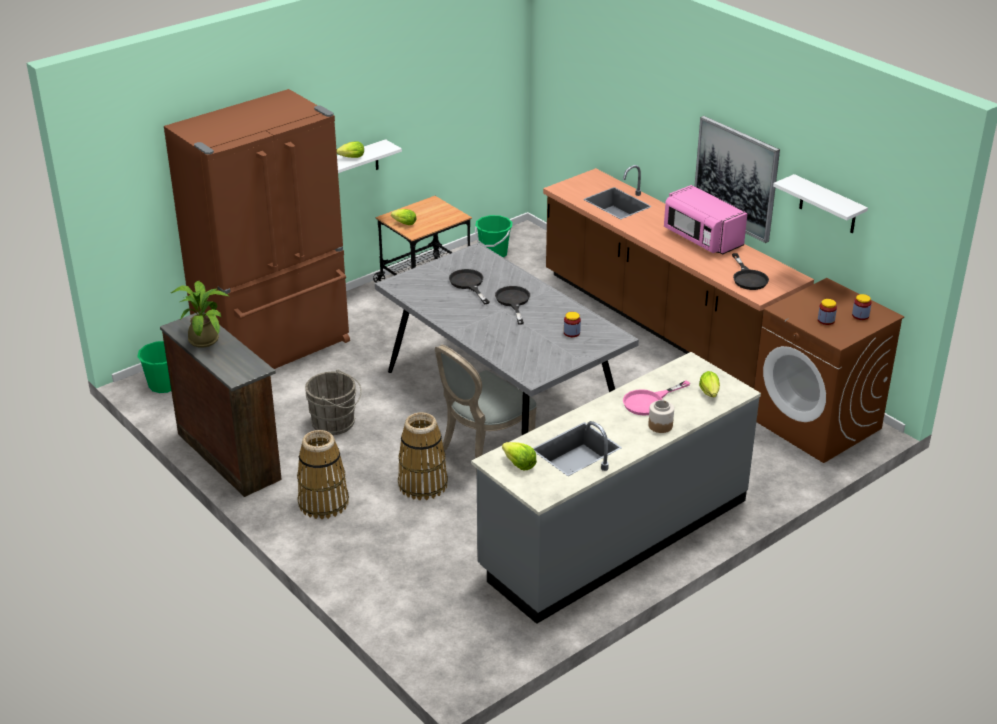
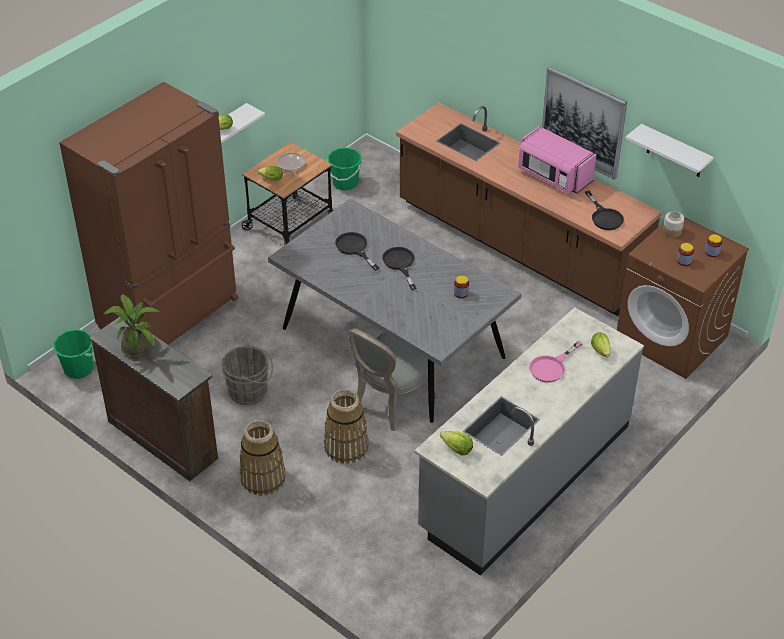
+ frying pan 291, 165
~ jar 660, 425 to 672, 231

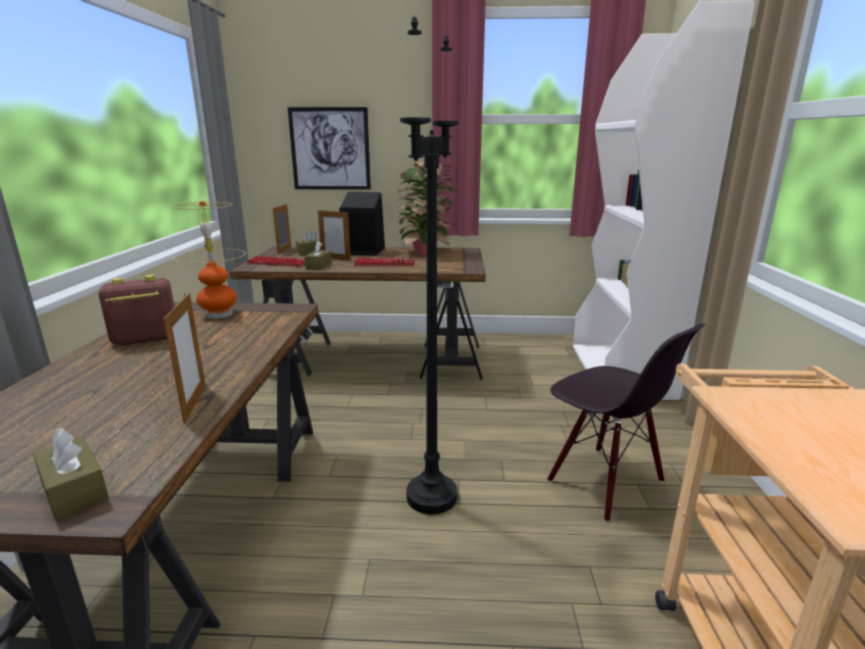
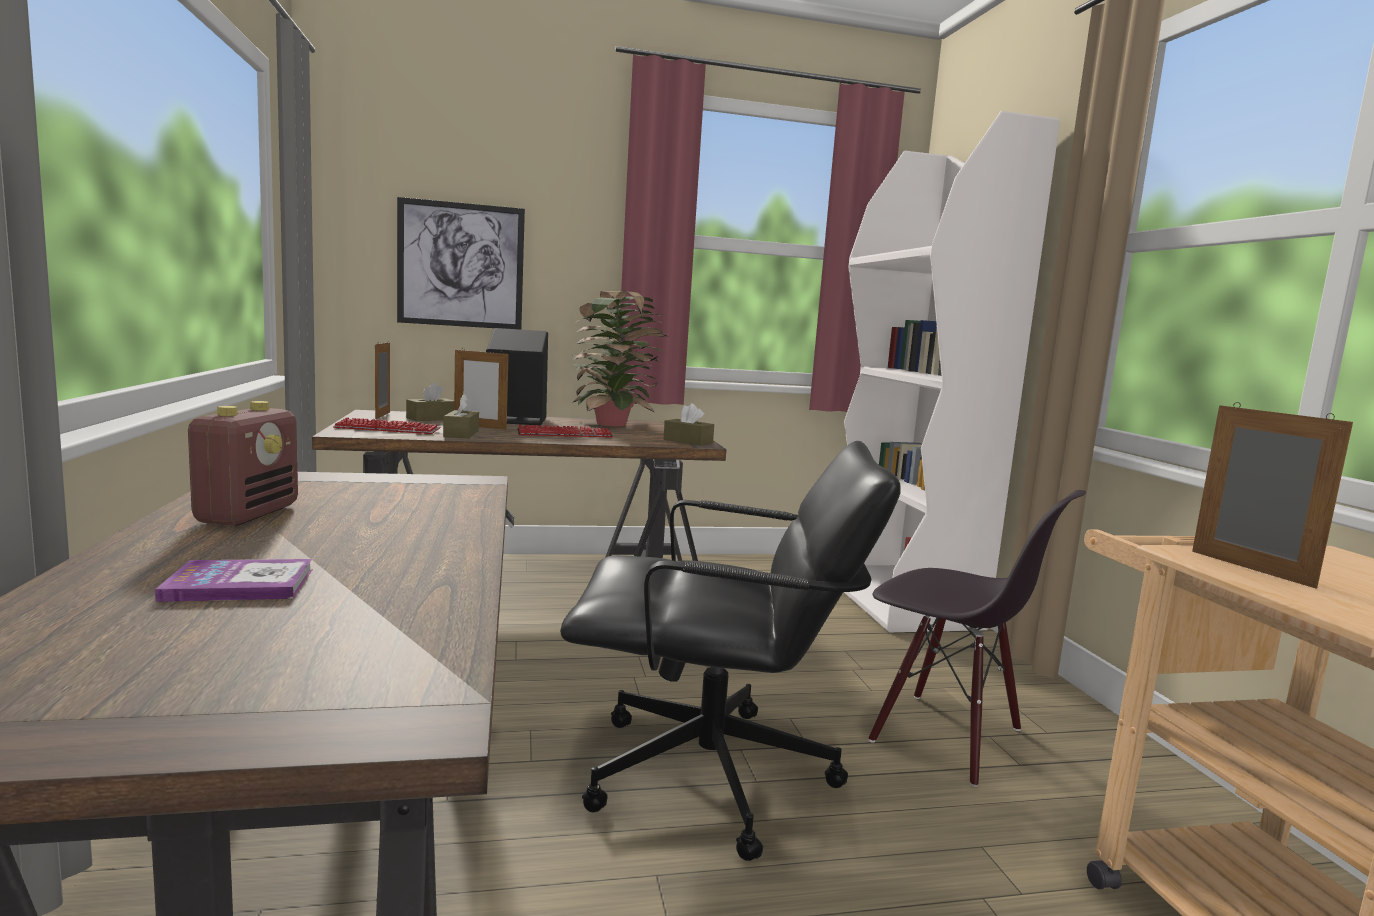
- table lamp 218, 314
+ book 239, 584
~ brown tissue box 74, 490 to 688, 441
~ picture frame 195, 403 to 1250, 568
~ black floor lamp 432, 497 to black office chair 712, 777
~ radio 145, 339 = 248, 514 135 degrees clockwise

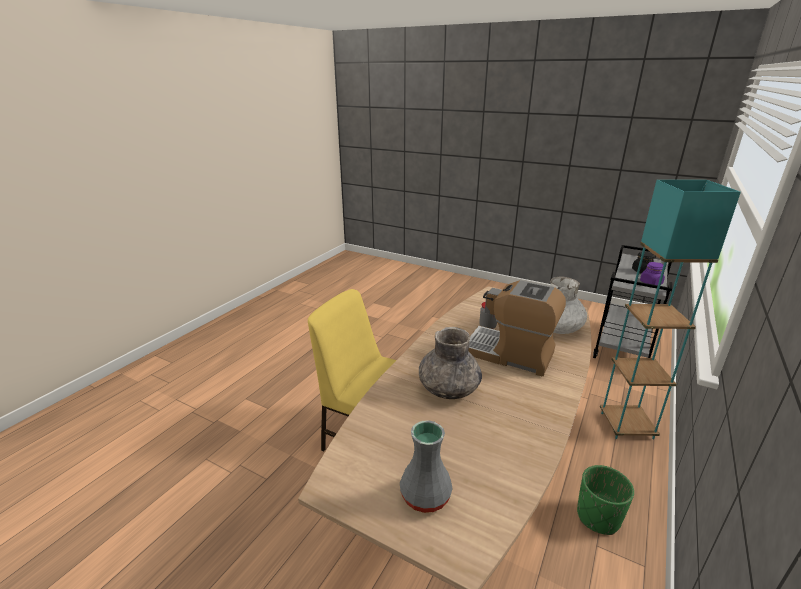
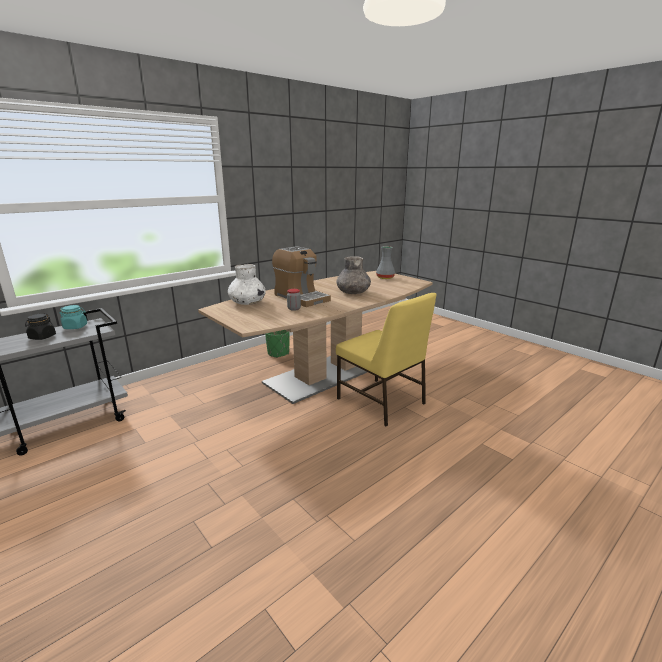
- turquoise floor lamp 626, 425
~ purple jar 650, 283 to turquoise jar 75, 327

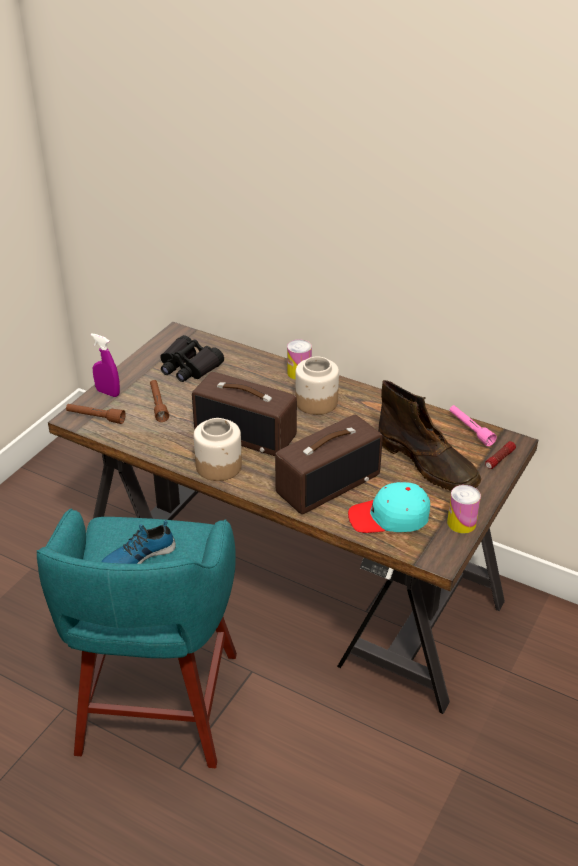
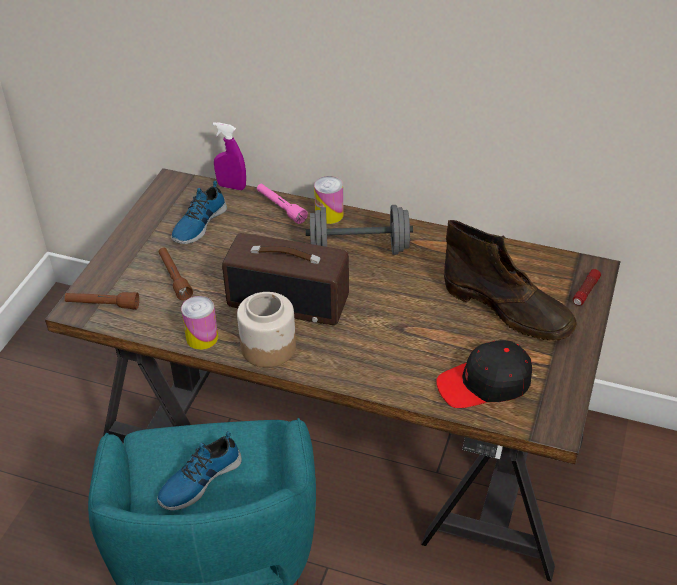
- radio 328, 483
~ purple spray bottle 108, 393 to 231, 186
~ can 461, 523 to 202, 338
~ pink flashlight 470, 429 to 280, 207
~ black binoculars 189, 367 to shoe 198, 224
~ jar 316, 402 to grey dumbbell 359, 249
~ turquoise cap 389, 517 to black cap 484, 384

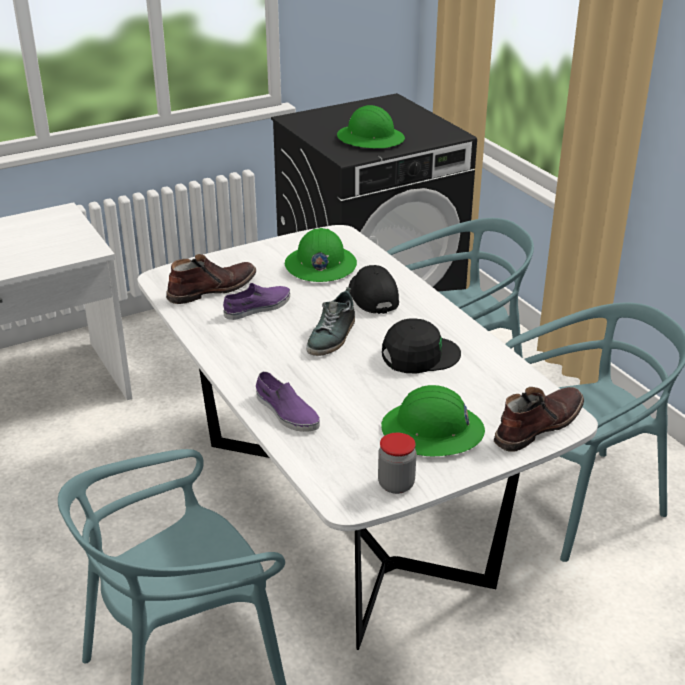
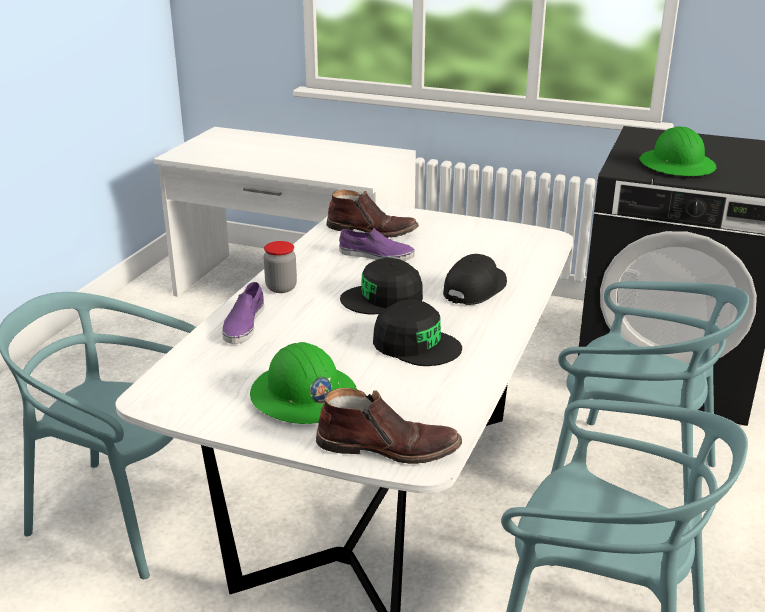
- green hard hat 320, 266
~ jar 396, 484 to 281, 288
~ shoe 332, 336 to black cap 383, 298

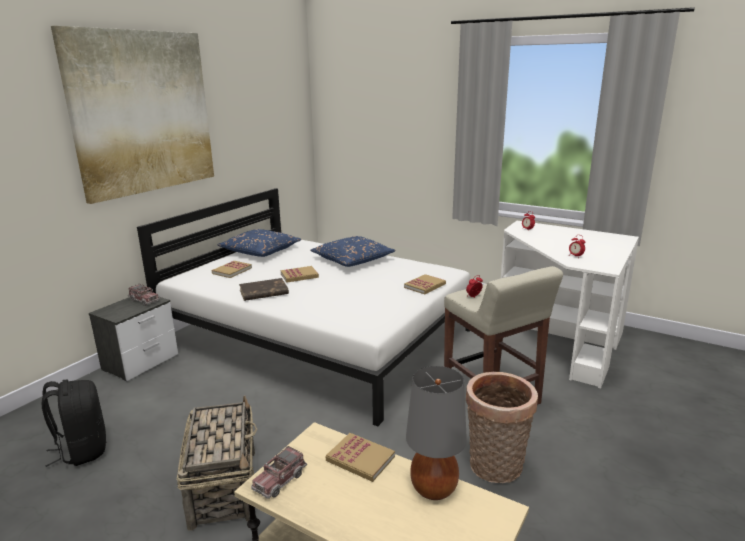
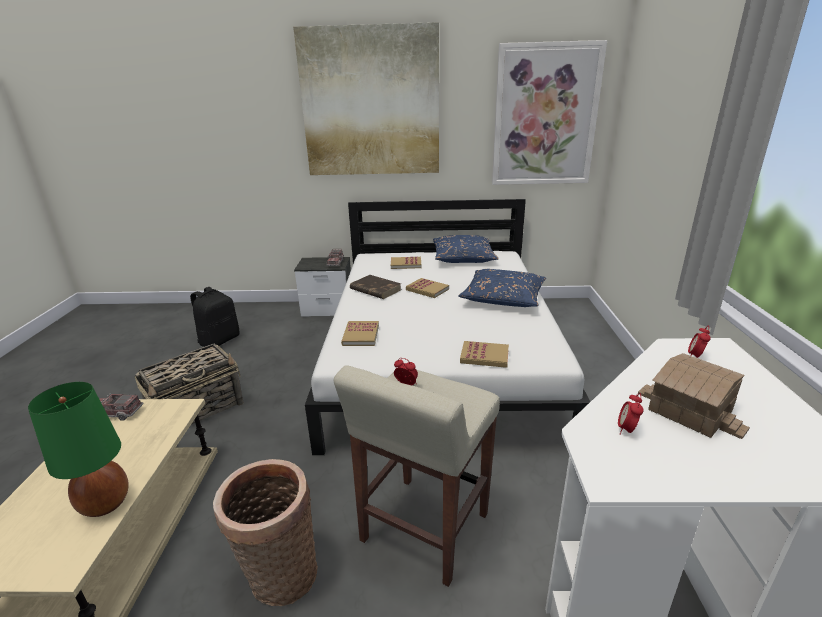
+ picture 545, 116
+ toy house 689, 411
~ book 360, 459 to 361, 335
~ grey table lamp 434, 489 to green table lamp 104, 504

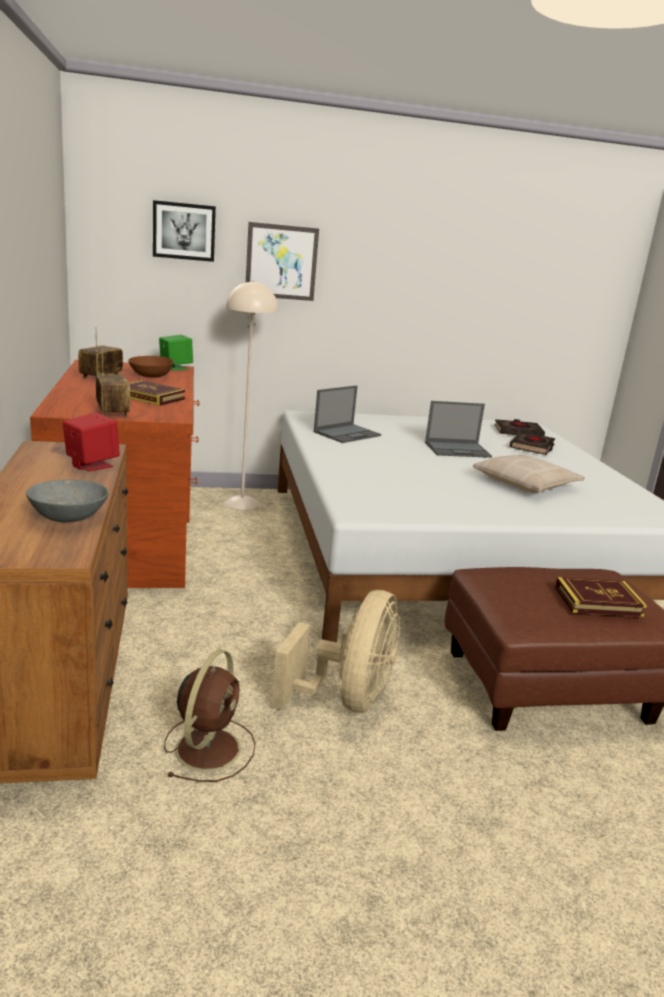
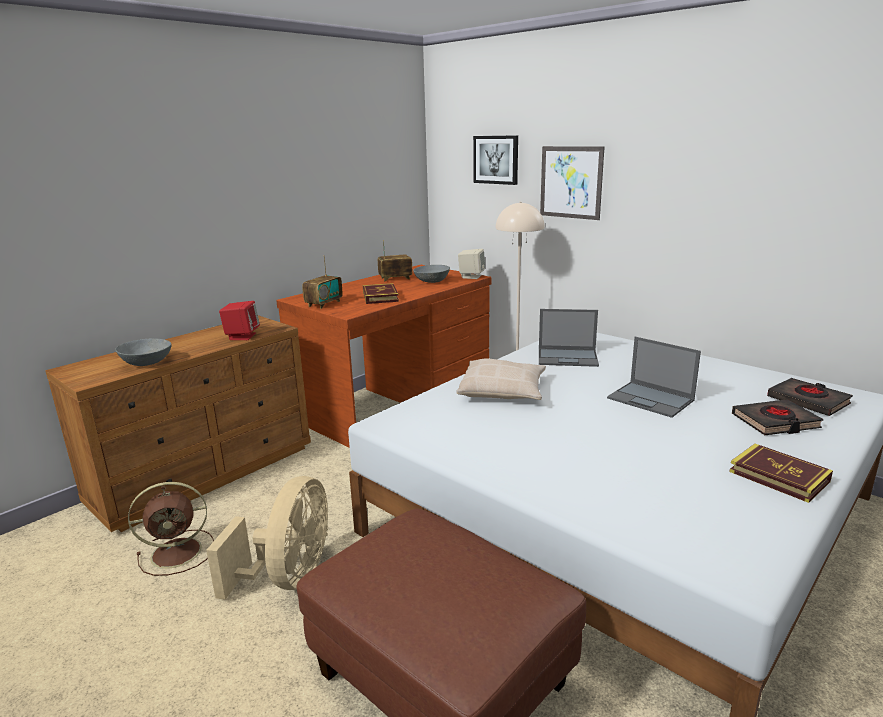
~ beige pillow 526, 483 to 503, 390
~ book 598, 601 to 779, 476
~ brown bowl 151, 376 to grey bowl 432, 281
~ green speaker 175, 368 to beige speaker 471, 276
~ beige fan 347, 699 = 289, 577 60 degrees counterclockwise

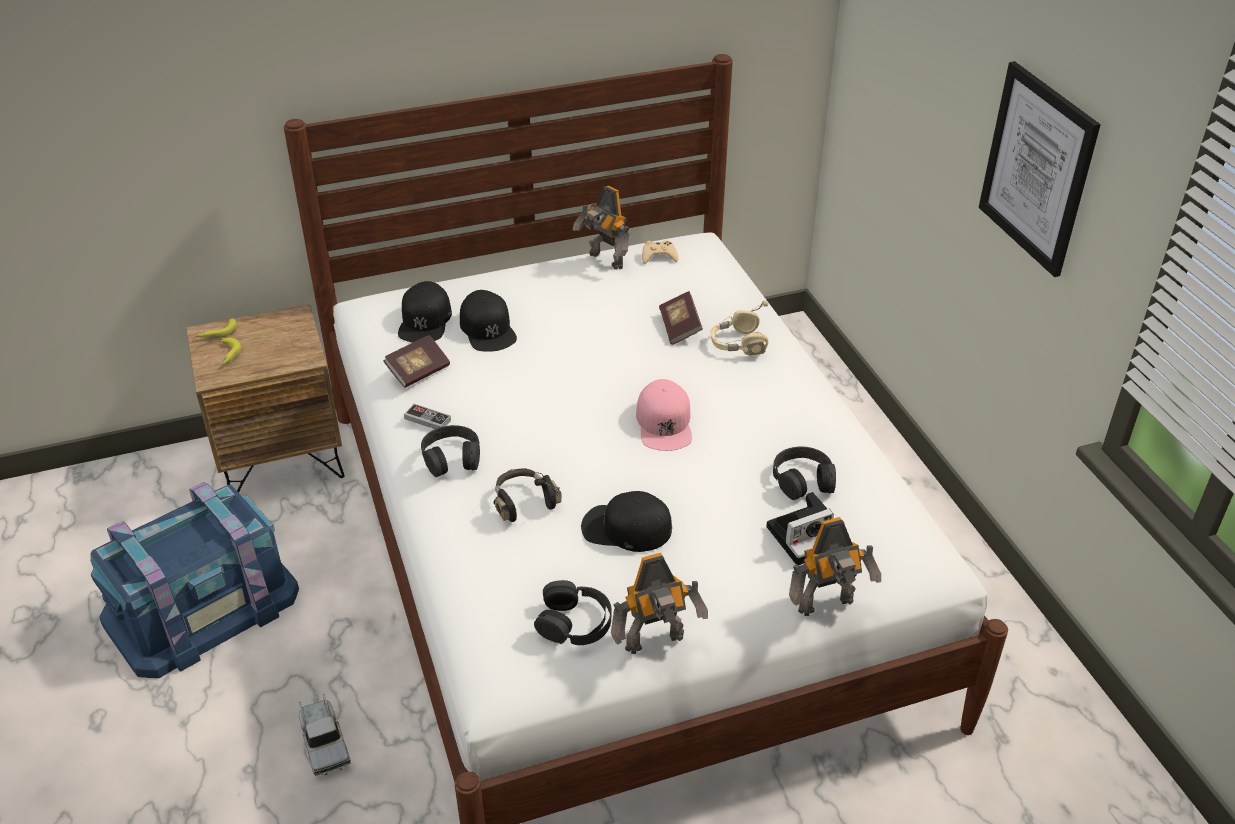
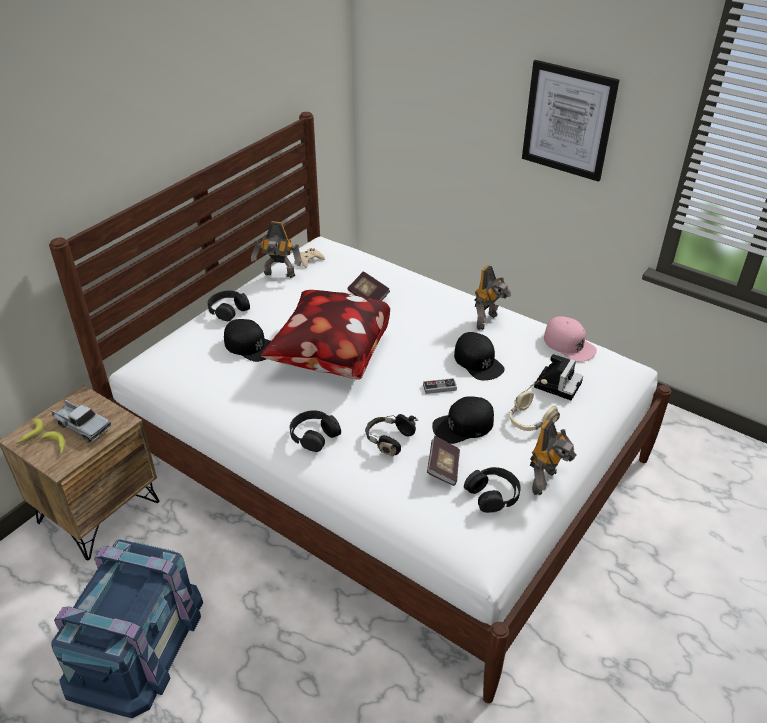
+ pillow 329, 357
~ toy truck 324, 742 to 82, 426
~ book 418, 371 to 443, 468
~ black cap 425, 320 to 478, 361
~ game controller 427, 419 to 439, 387
~ pink cap 664, 423 to 569, 344
~ beige headphones 738, 344 to 530, 420
~ black headphones 803, 480 to 228, 309
~ toy robot 828, 606 to 488, 321

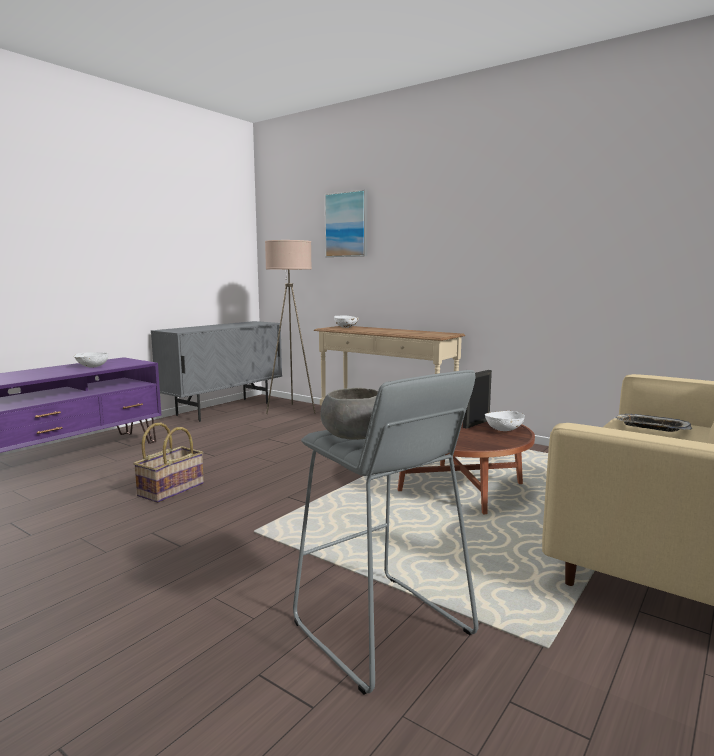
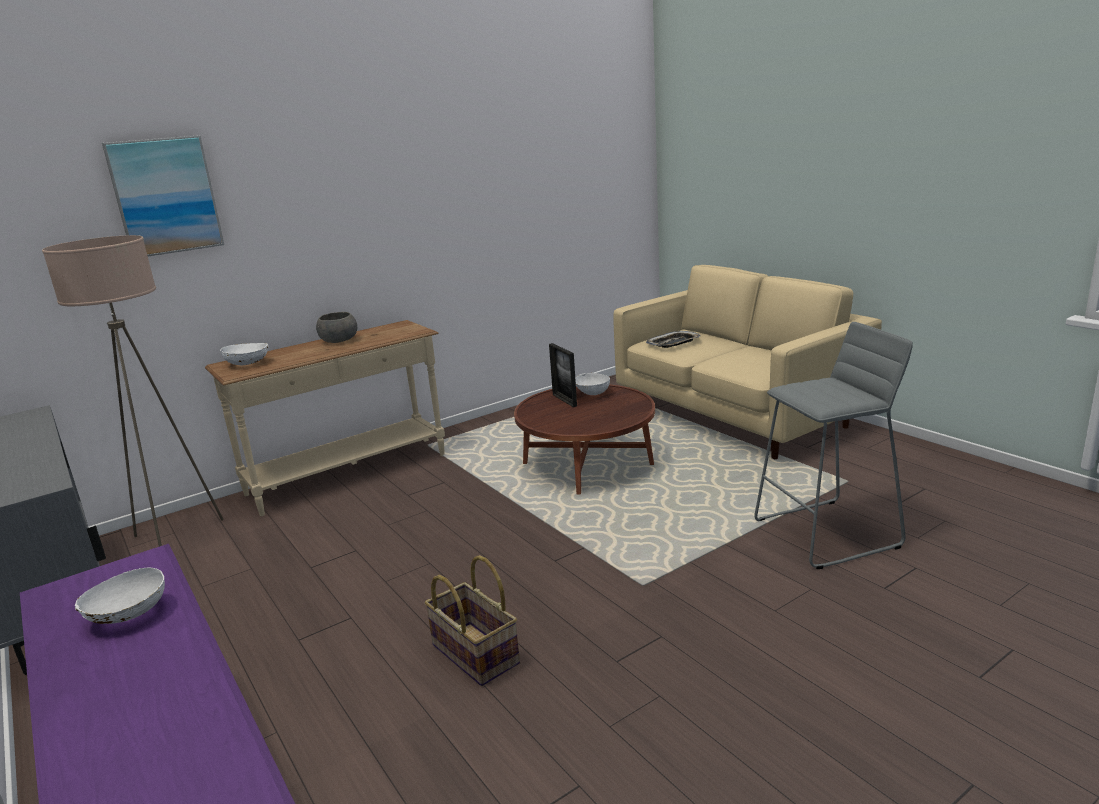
~ grey bowl 354, 436 to 338, 340

